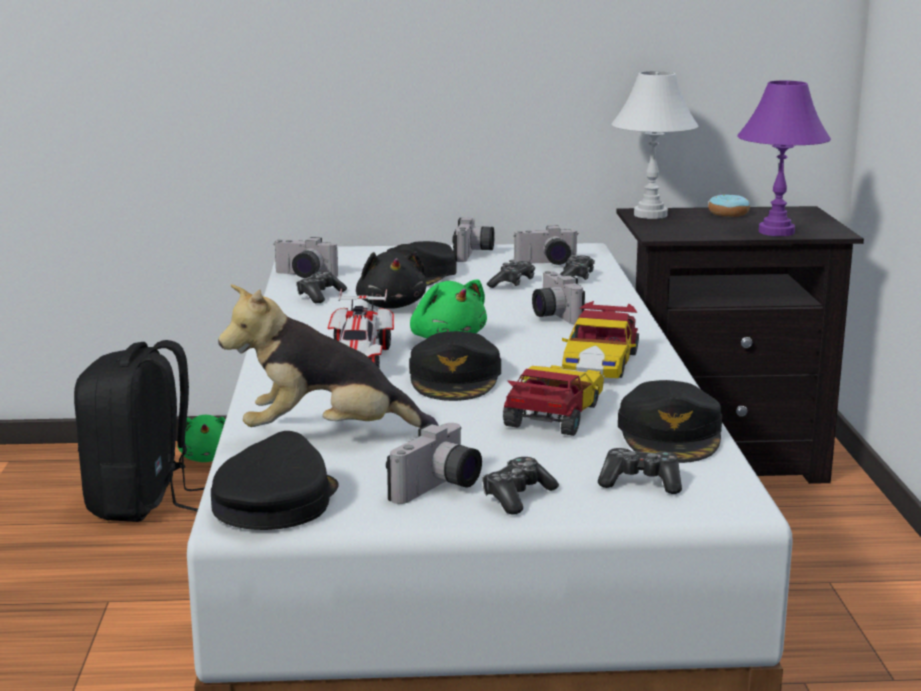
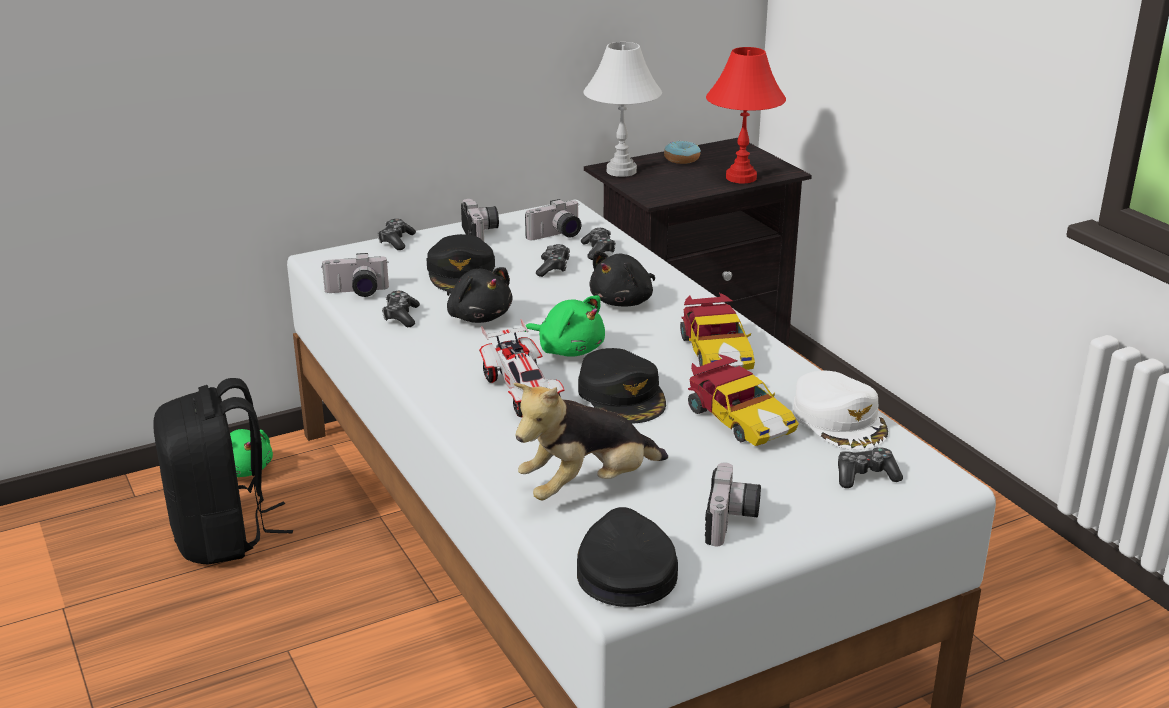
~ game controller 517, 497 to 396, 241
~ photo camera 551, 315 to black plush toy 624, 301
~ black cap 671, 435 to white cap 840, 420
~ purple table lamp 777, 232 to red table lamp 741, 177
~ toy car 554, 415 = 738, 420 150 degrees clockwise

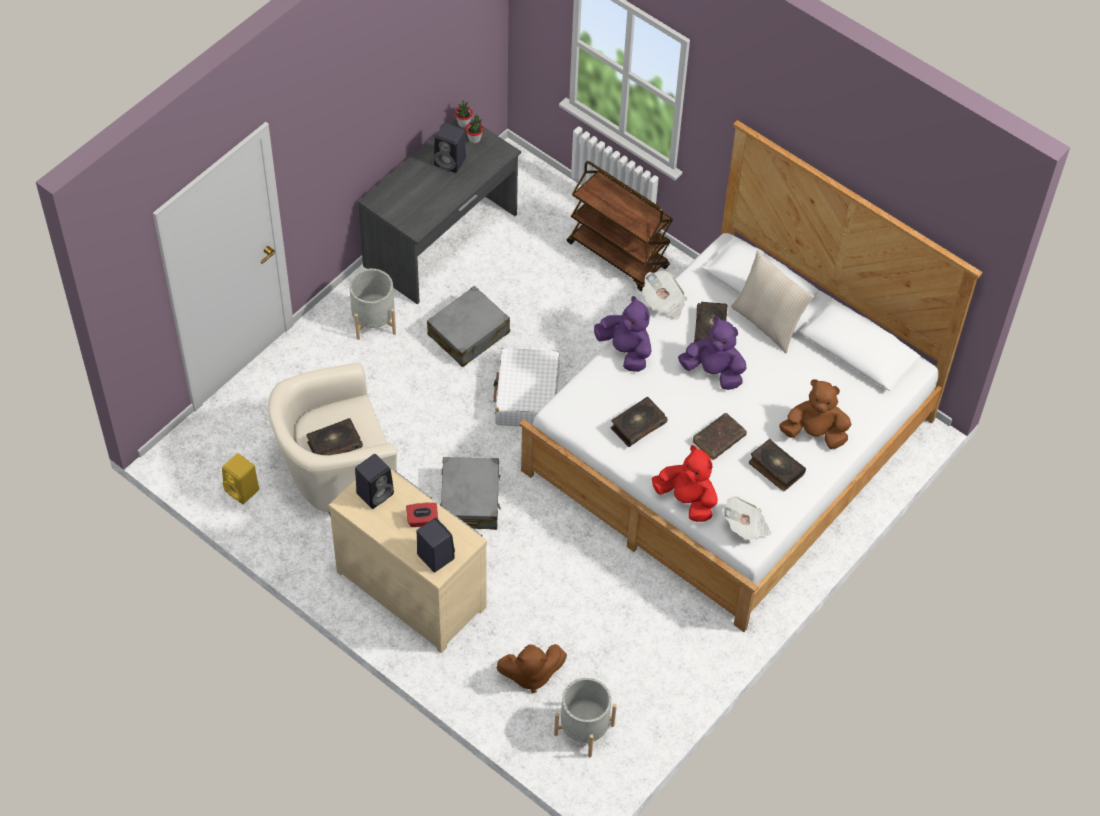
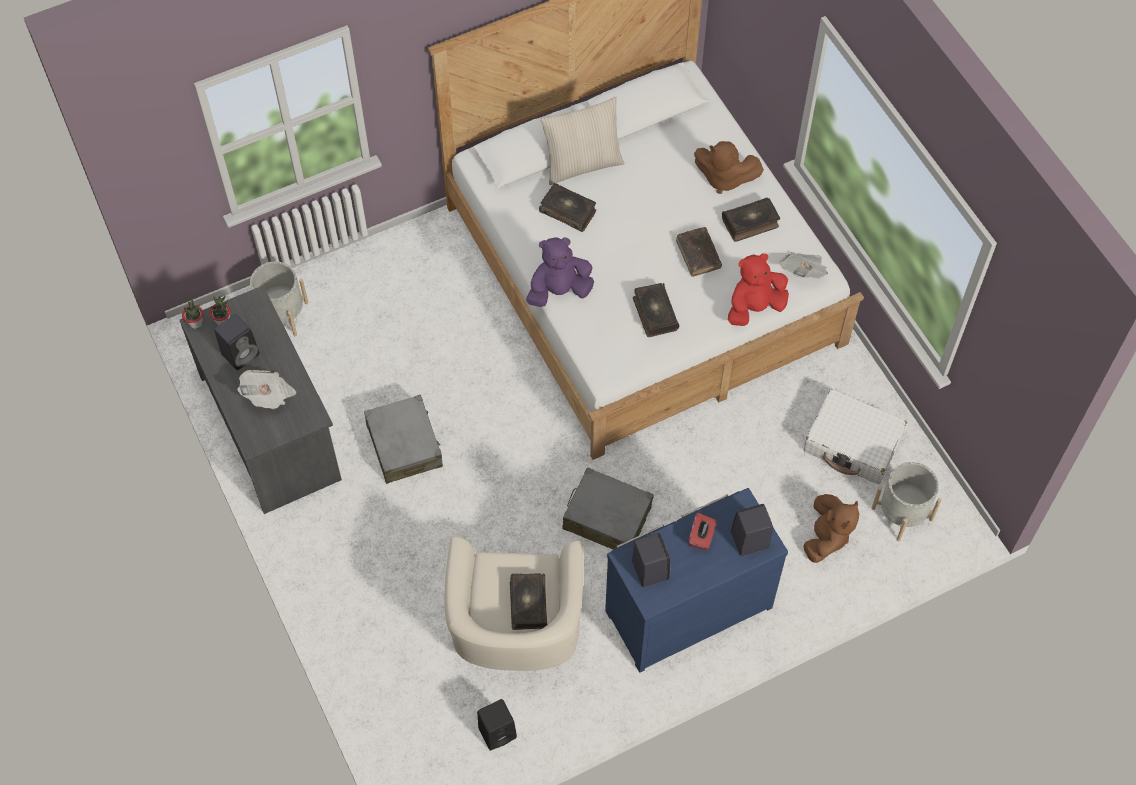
- brown cart 618, 255
- purple plush toy 713, 372
~ grey planter 373, 321 to 282, 315
~ white suitcase 527, 396 to 853, 444
~ newspaper 664, 303 to 269, 395
~ yellow speaker 243, 490 to black speaker 498, 732
~ beige dresser 413, 586 to blue dresser 685, 606
~ brown plush toy 814, 433 = 724, 178 105 degrees counterclockwise

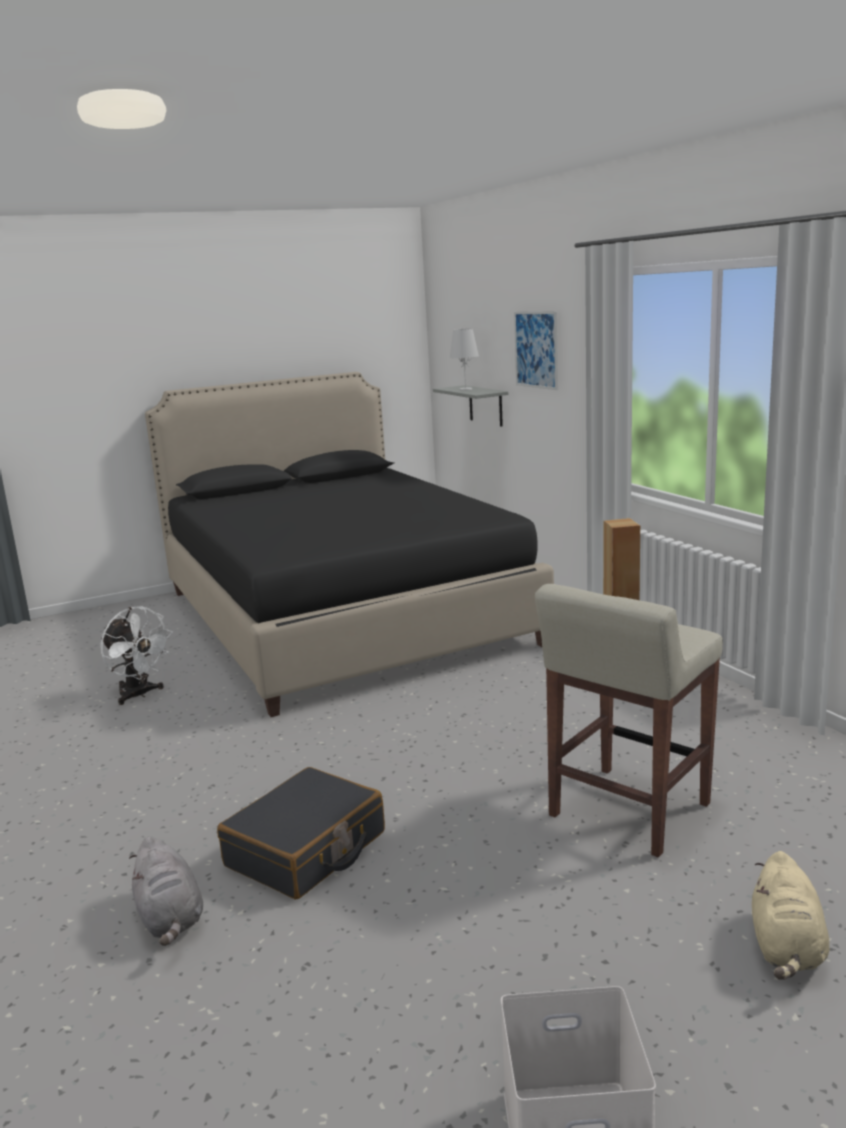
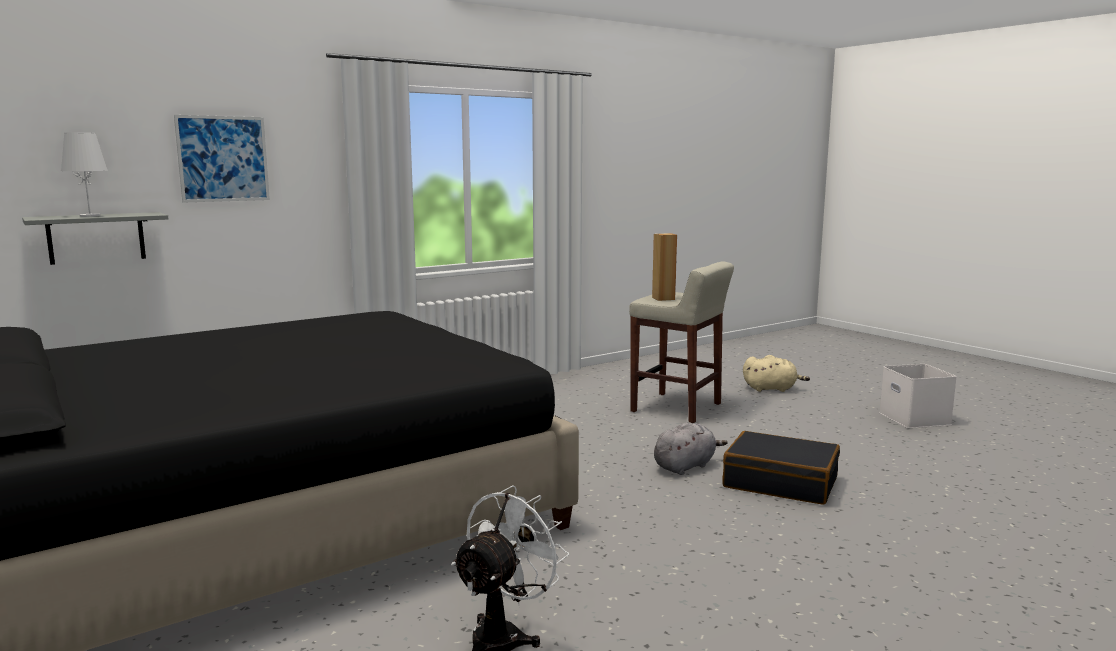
~ grey plush toy 170, 919 to 686, 466

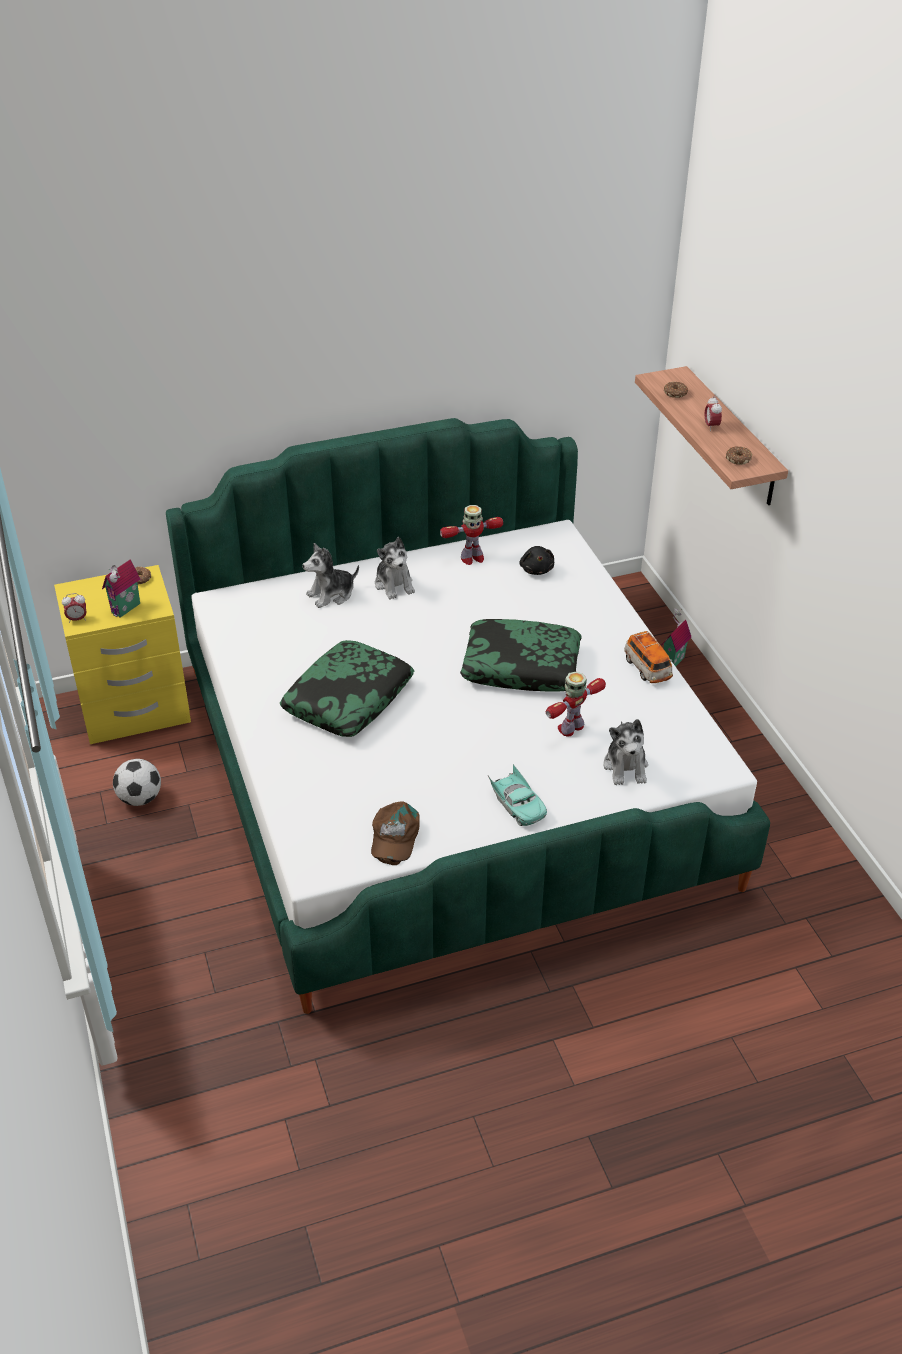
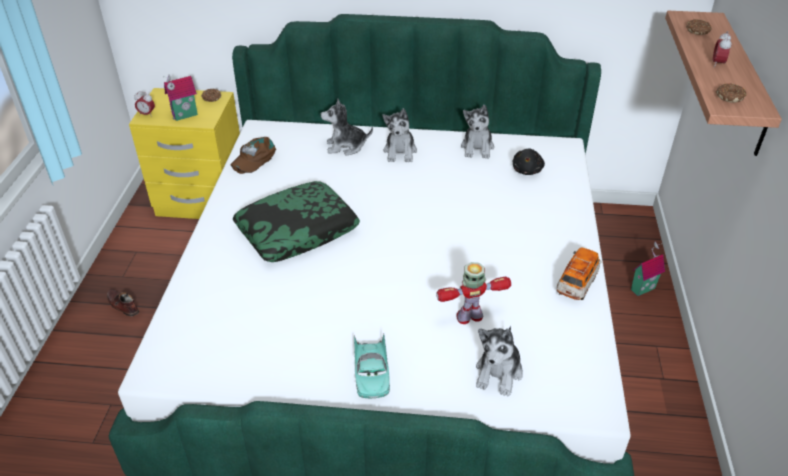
- football 140, 798
- pillow 520, 666
+ brown shoe 122, 305
~ brown cap 394, 836 to 254, 158
~ toy robot 471, 558 to plush toy 477, 148
~ toy car 647, 669 = 576, 284 150 degrees counterclockwise

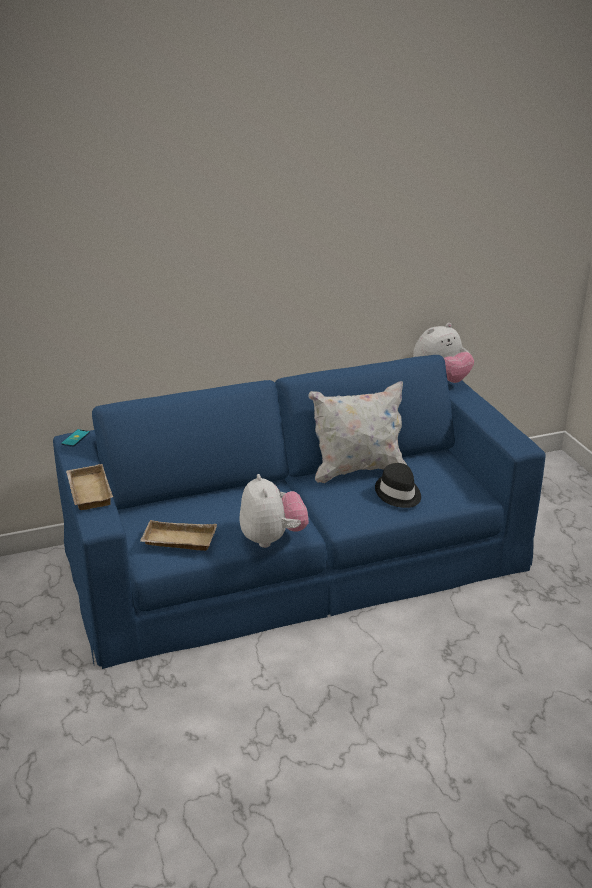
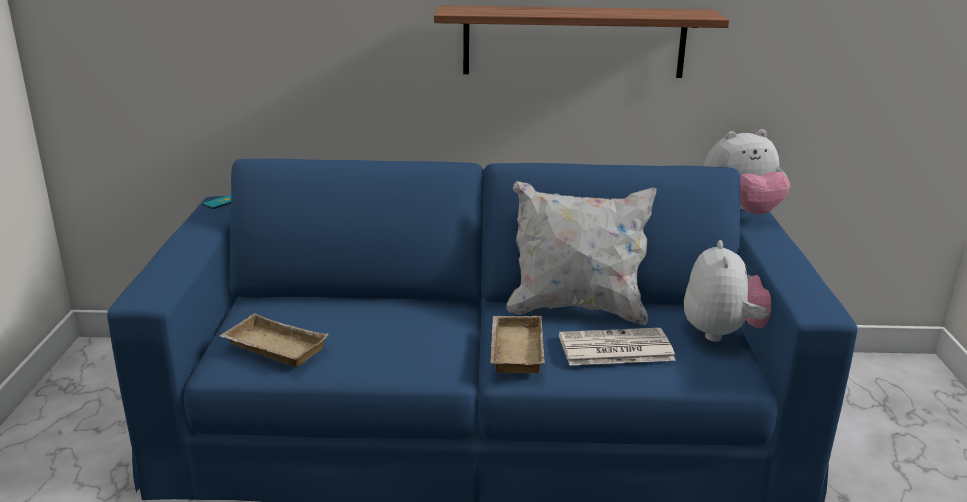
+ shelf 574, 42
~ beige tray 87, 491 to 514, 349
~ plush toy 272, 538 to 725, 333
~ black hat 398, 494 to newspaper 614, 348

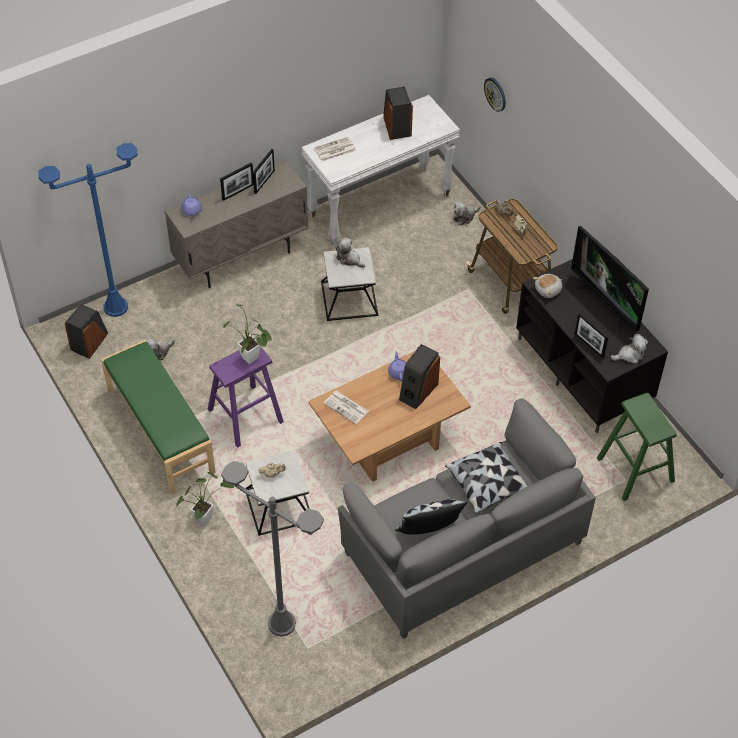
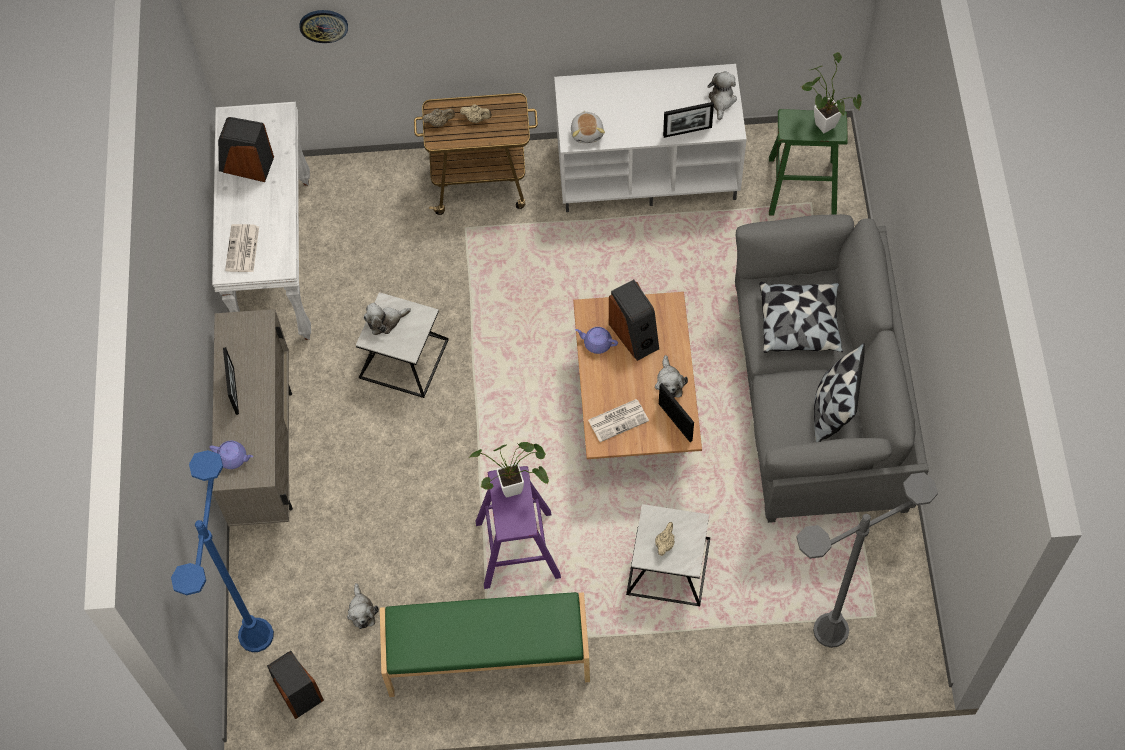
- television 606, 303
~ potted plant 206, 517 to 822, 122
~ picture frame 264, 182 to 675, 422
~ plush toy 465, 216 to 669, 382
~ black tv stand 584, 372 to white tv stand 648, 170

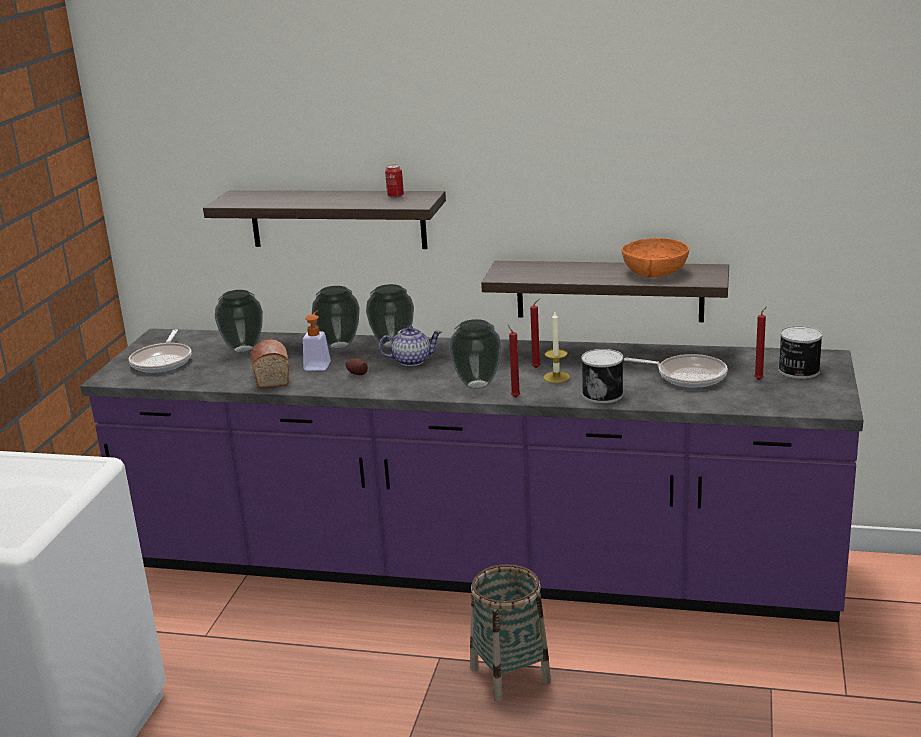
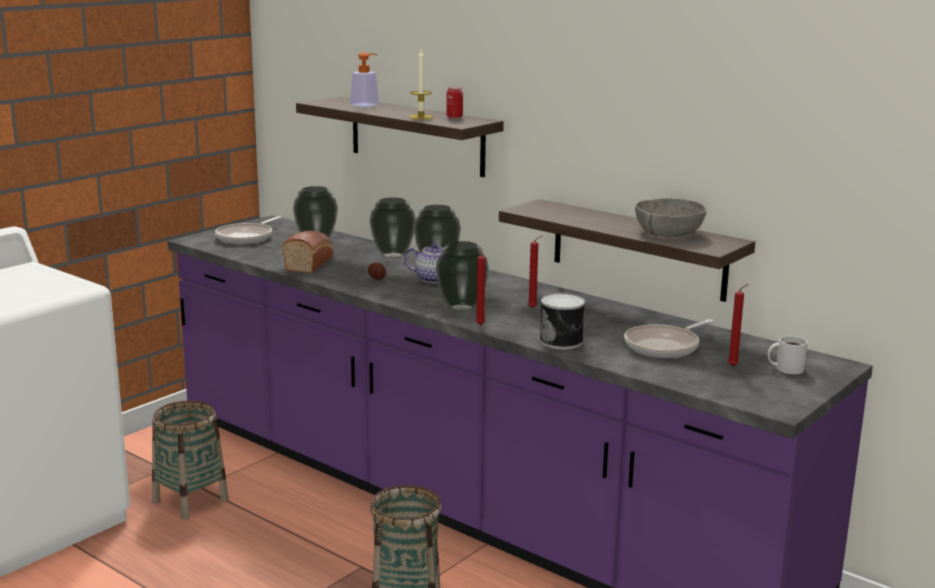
+ basket 190, 500
~ soap dispenser 318, 364 to 367, 104
~ candle 556, 377 to 421, 117
~ can 798, 370 to white mug 786, 368
~ orange bowl 654, 272 to grey bowl 668, 233
~ frying pan 687, 376 = 665, 346 90 degrees clockwise

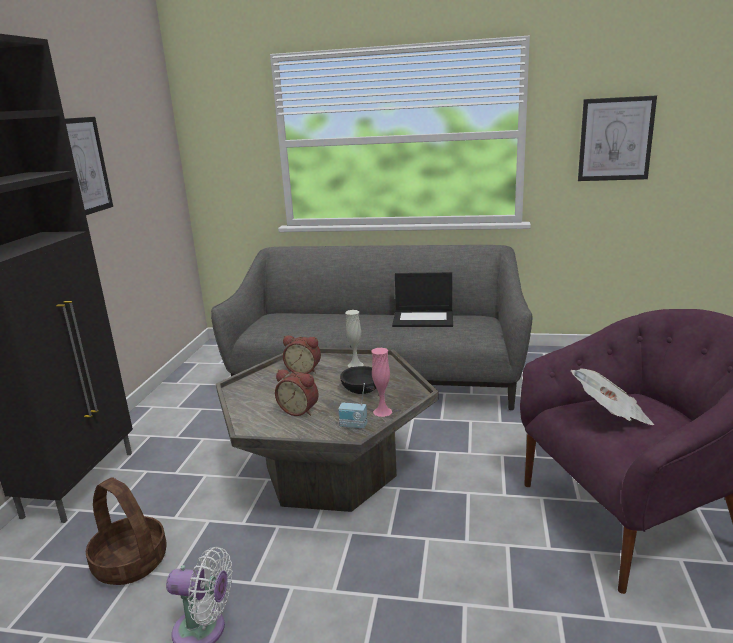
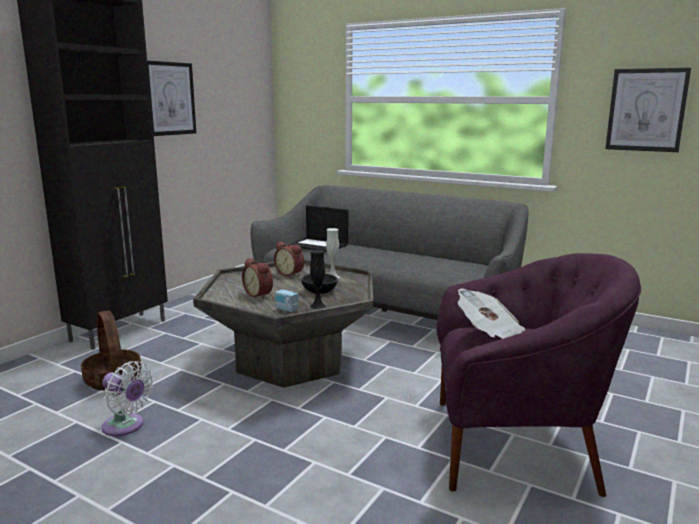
~ laptop 424, 319 to 319, 245
~ pink vase 382, 411 to black vase 318, 306

